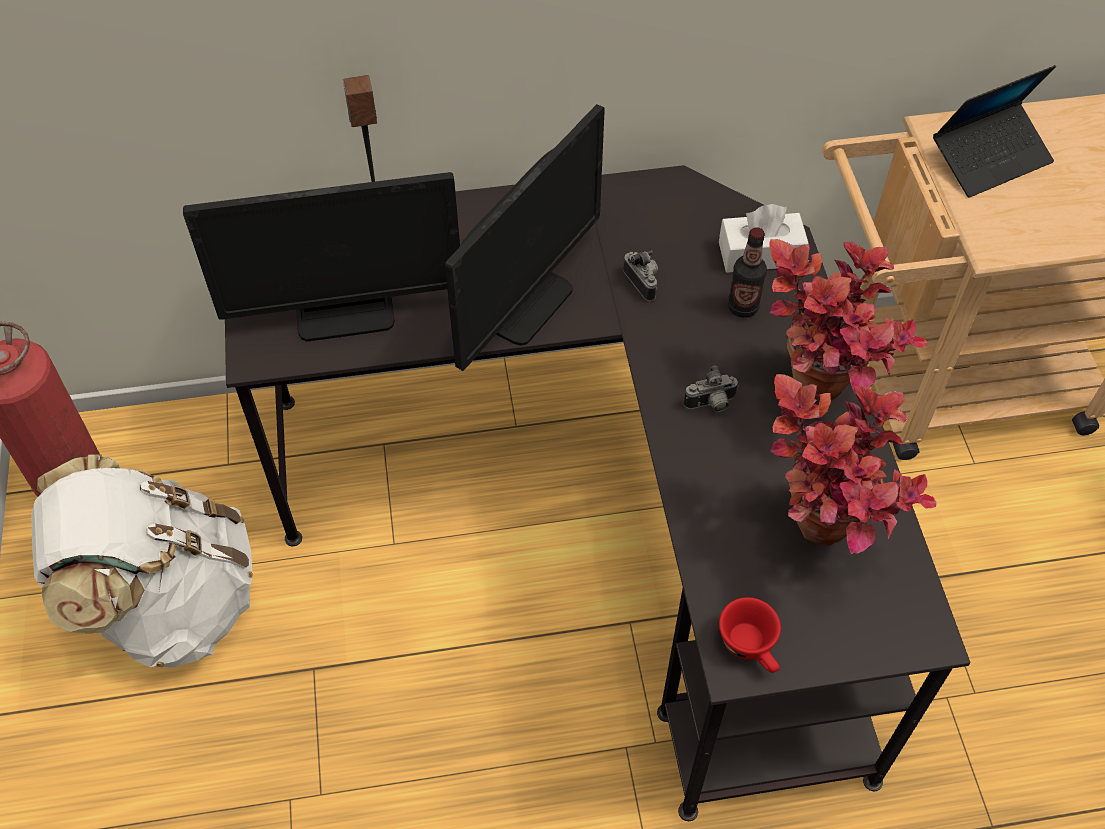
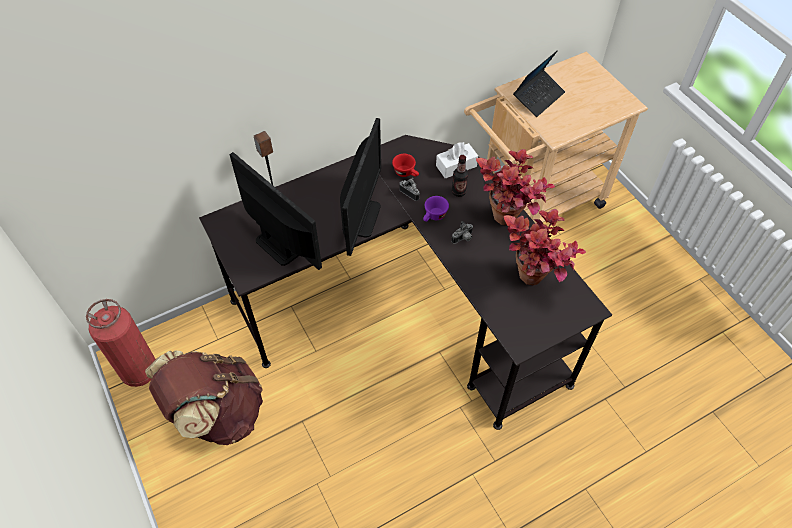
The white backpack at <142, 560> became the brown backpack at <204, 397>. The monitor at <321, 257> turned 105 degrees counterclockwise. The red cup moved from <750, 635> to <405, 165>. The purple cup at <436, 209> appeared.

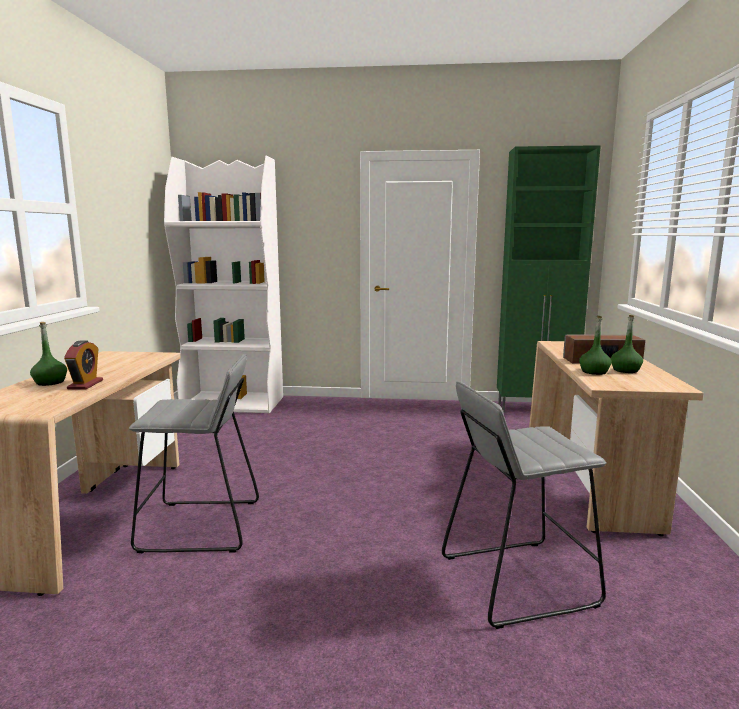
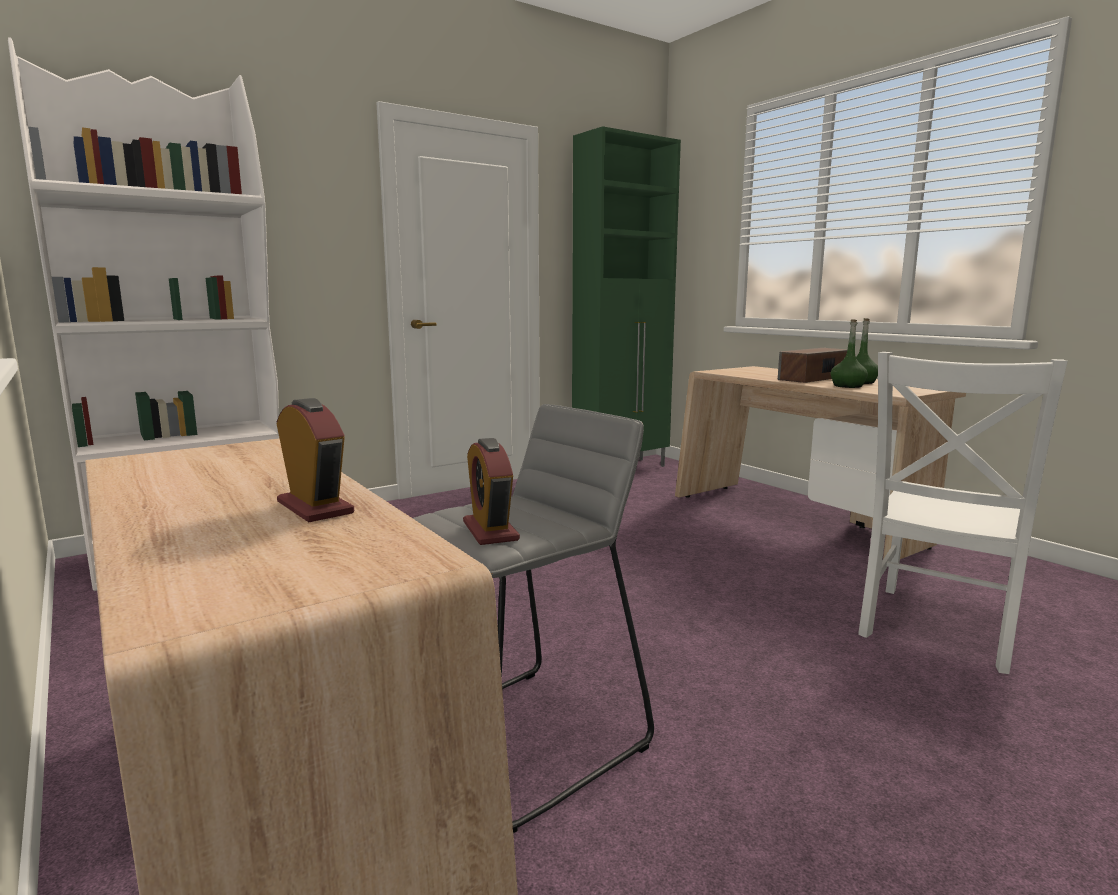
The alarm clock at <491, 491> appeared. The grey stool at <524, 505> was replaced by the white chair at <963, 513>. The green bottle at <48, 354> disappeared.

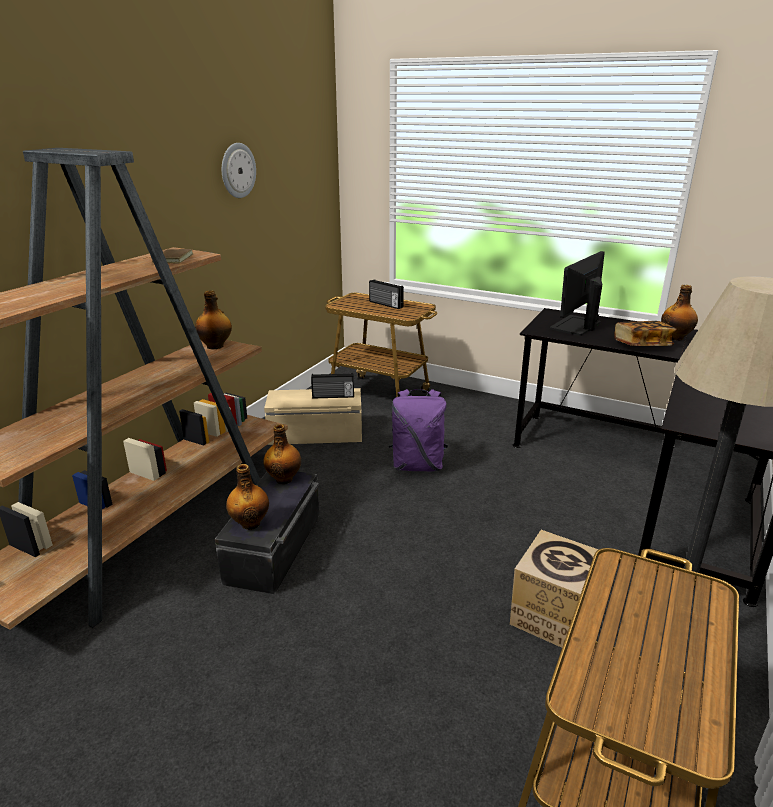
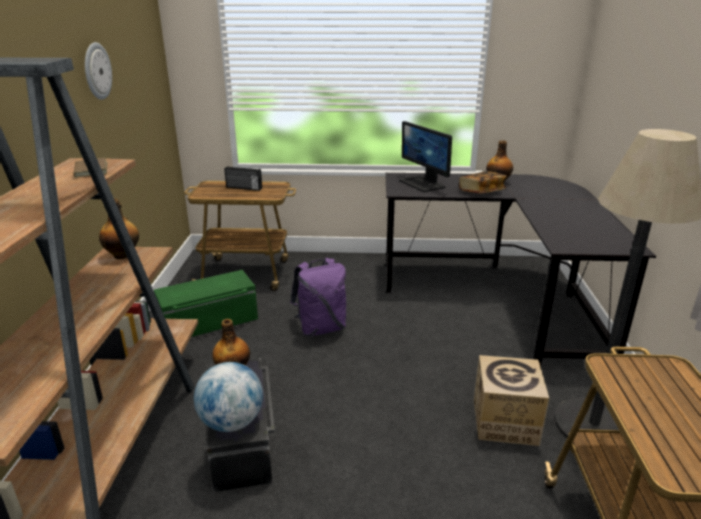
The beige storage box at <313, 416> became the green storage box at <206, 303>. The bottle at <247, 497> was replaced by the globe at <228, 397>. The monitor at <577, 293> turned 45 degrees counterclockwise. The radio at <332, 386> disappeared.

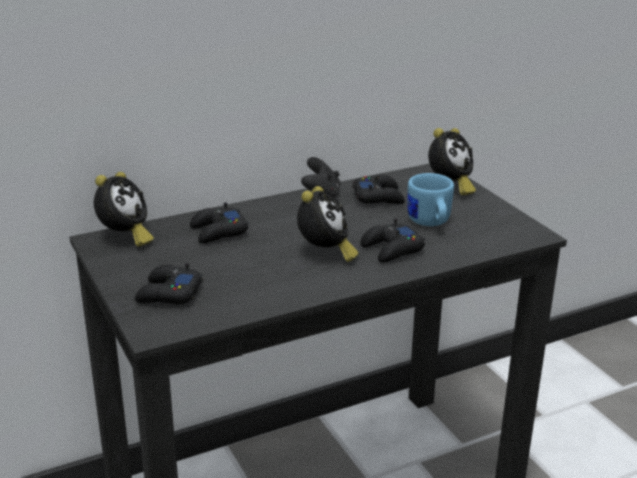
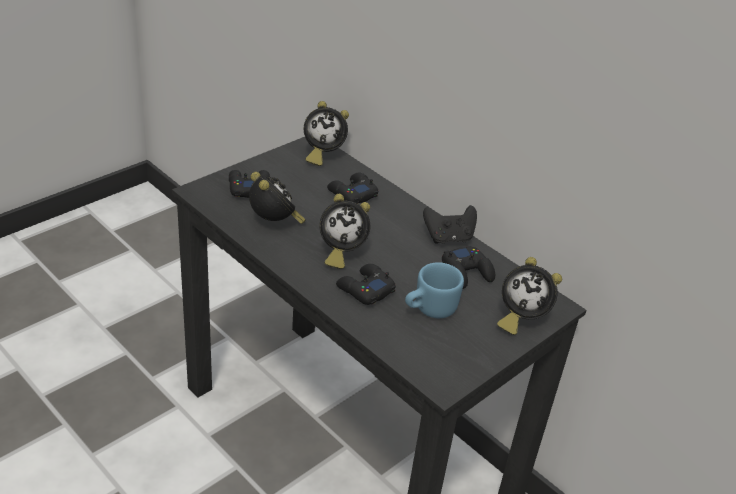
The alarm clock at <277, 198> appeared.

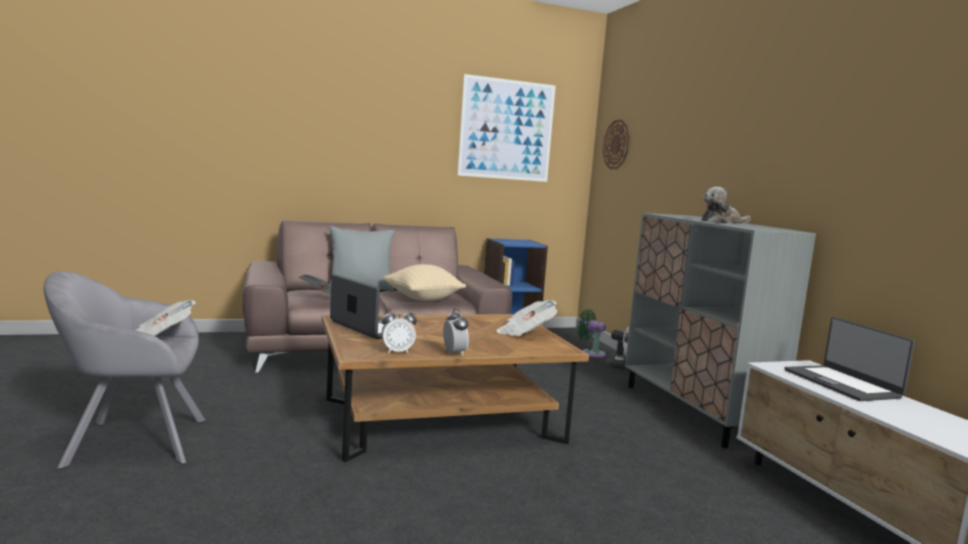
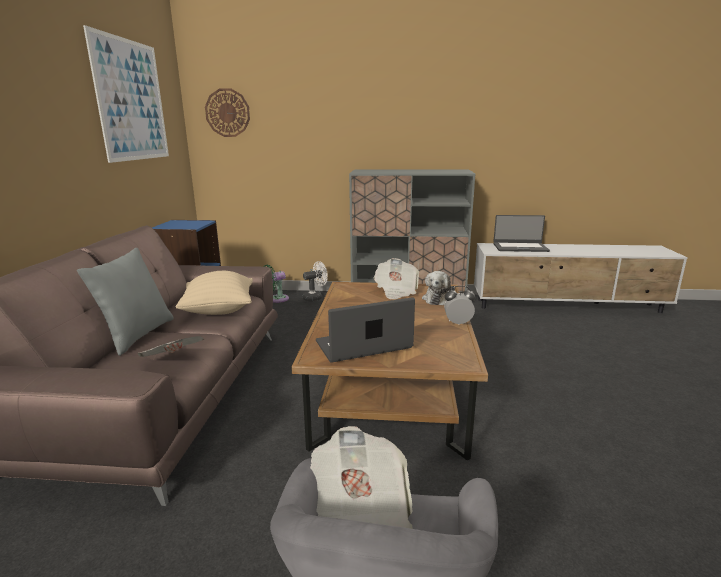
The plush toy moved from <726, 205> to <438, 288>. The alarm clock at <399, 330> disappeared.

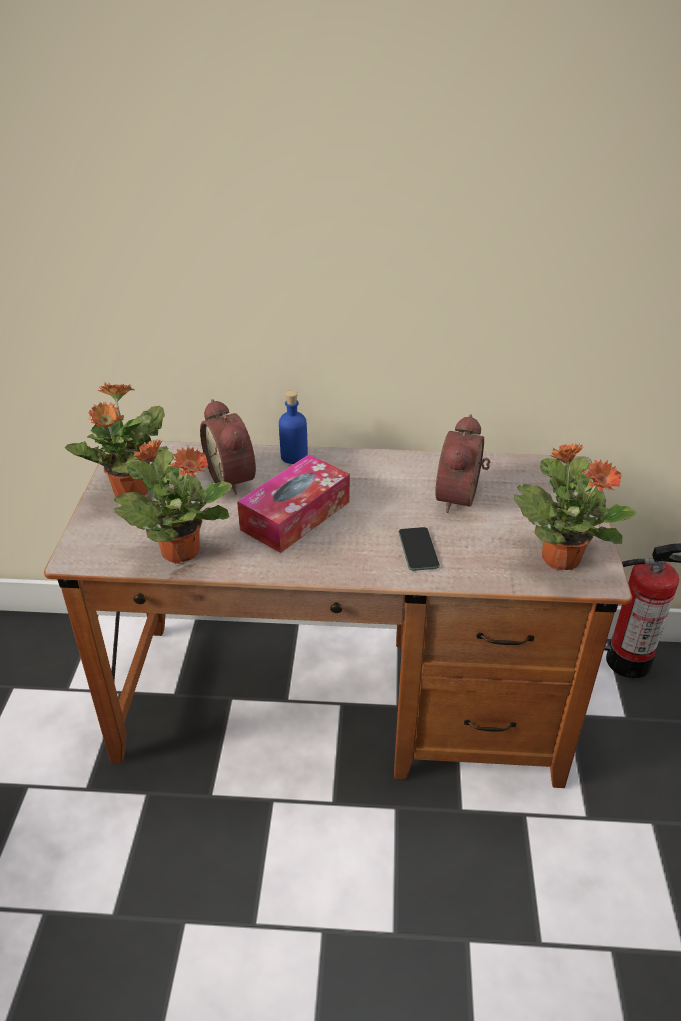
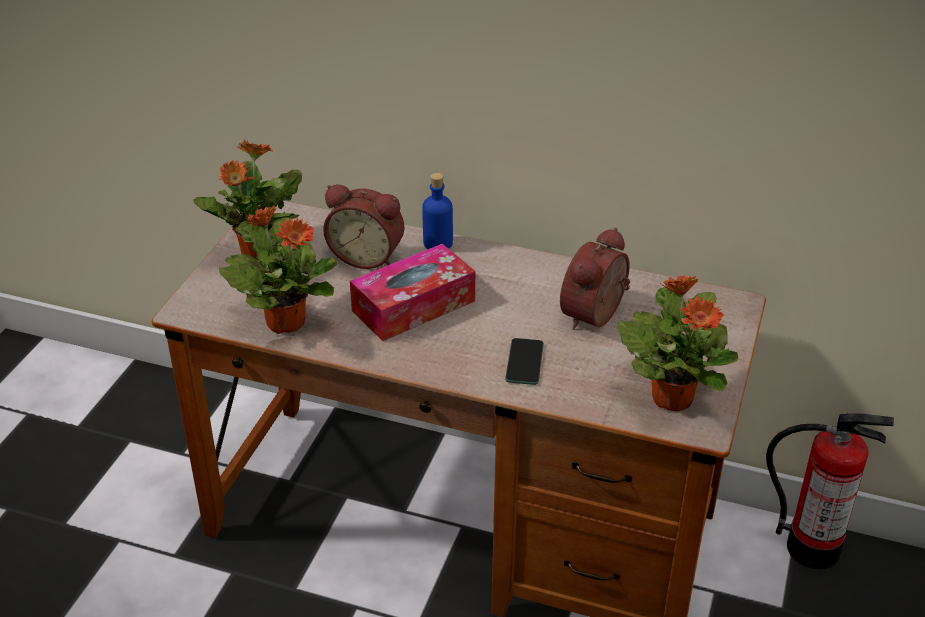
The alarm clock at <228, 447> turned 60 degrees counterclockwise.

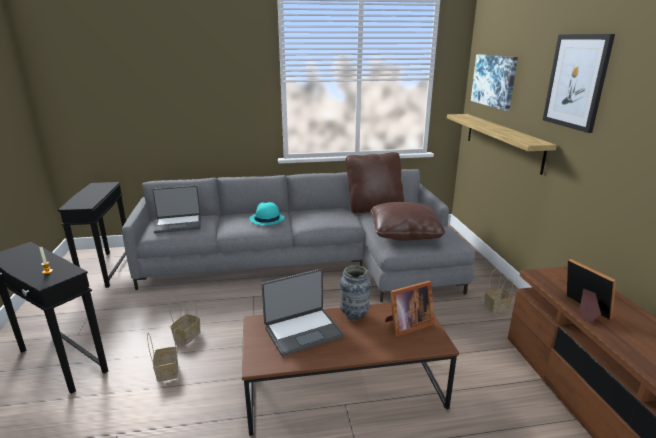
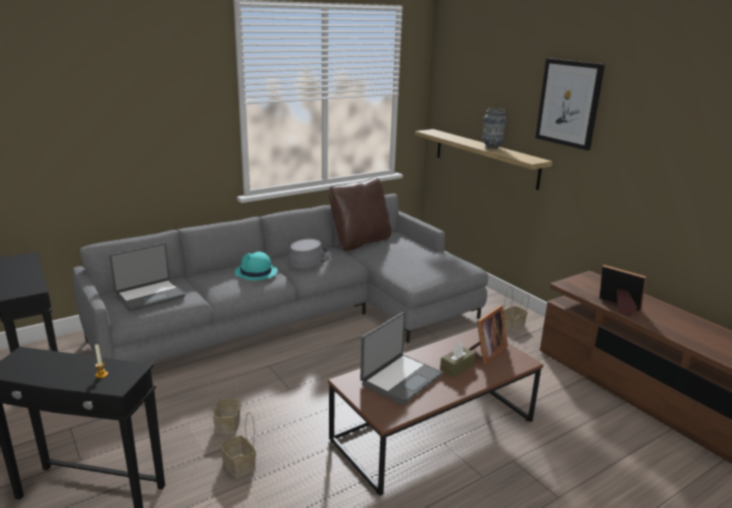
The grey hat at <309, 254> appeared. The brown tissue box at <457, 359> appeared. The vase moved from <355, 293> to <494, 128>. The brown pillow at <408, 221> disappeared. The picture at <494, 82> disappeared.

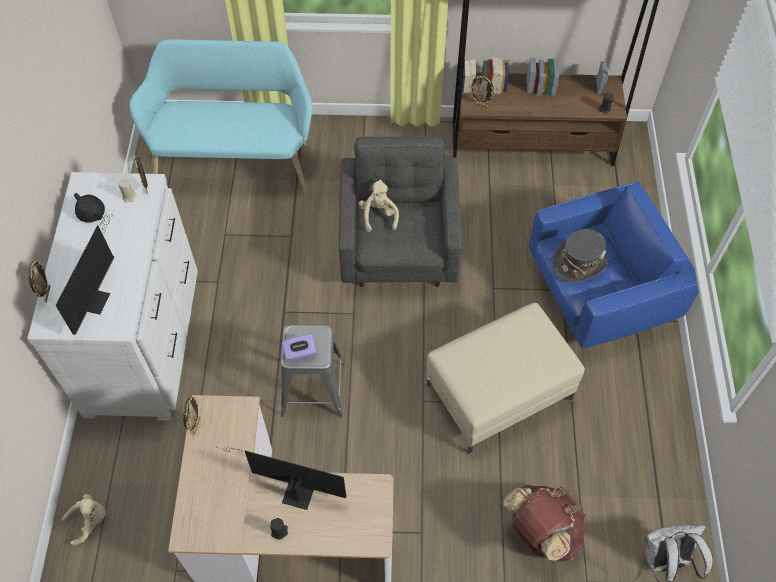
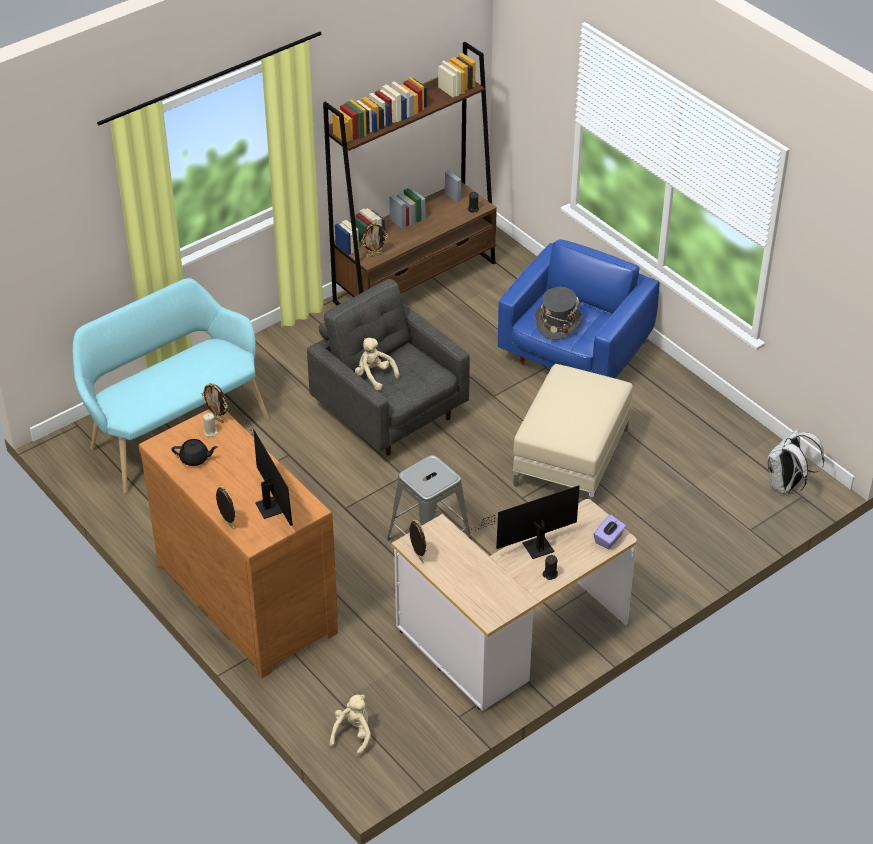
The white dresser at <112, 296> became the brown dresser at <238, 544>. The purple tissue box moved from <299, 348> to <610, 532>. The brown backpack at <544, 523> disappeared.

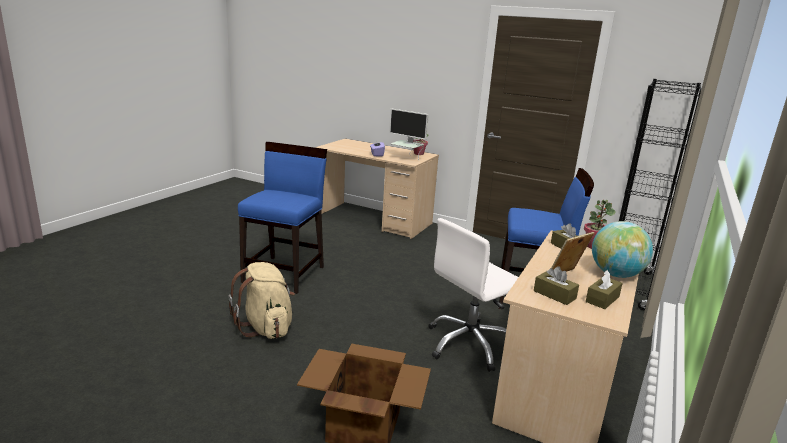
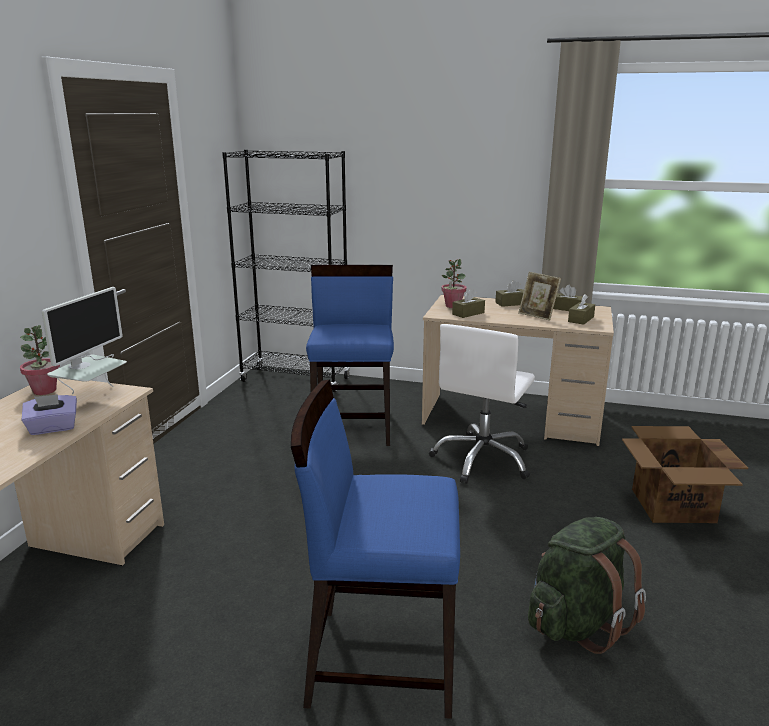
The white office chair at <473, 295> turned 75 degrees clockwise. The globe at <622, 249> was replaced by the brown tissue box at <509, 293>. The beige backpack at <261, 300> became the green backpack at <587, 585>.

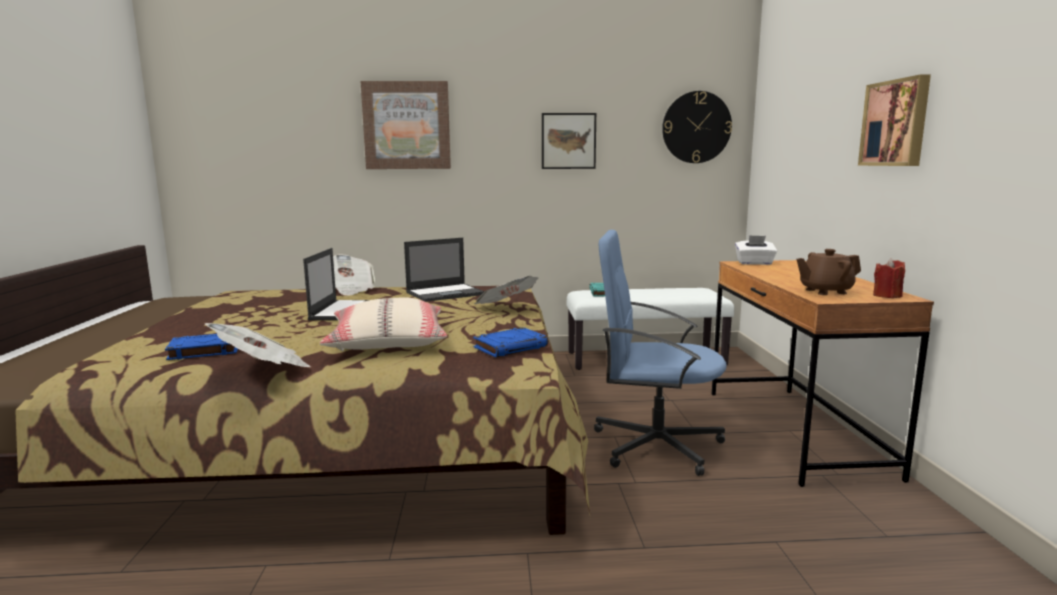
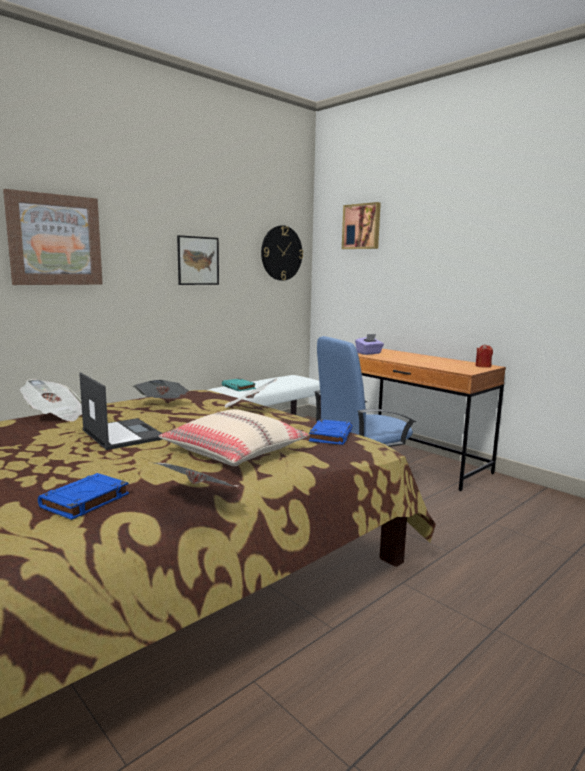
The laptop at <444, 270> was replaced by the newspaper at <161, 389>. The picture moved from <894, 120> to <361, 225>. The white tissue box at <756, 250> became the purple tissue box at <369, 344>. The brown teapot at <829, 272> disappeared.

